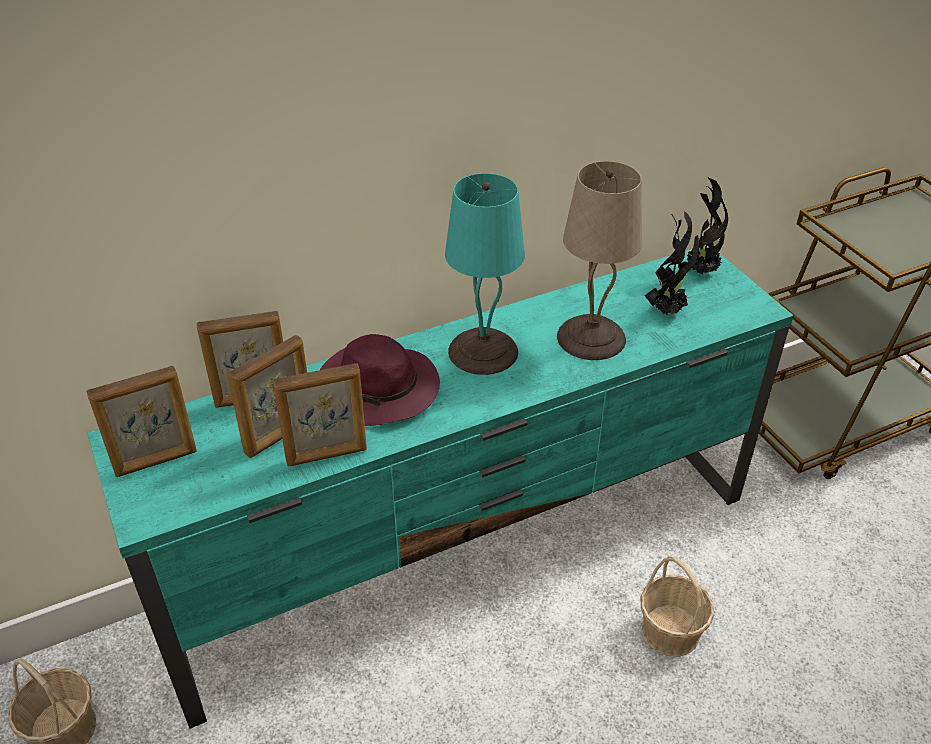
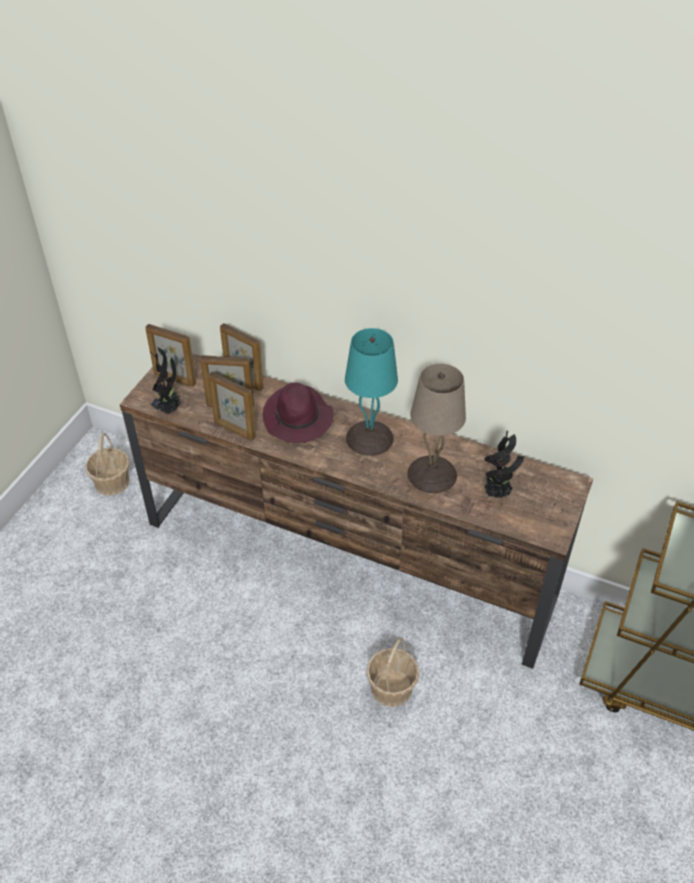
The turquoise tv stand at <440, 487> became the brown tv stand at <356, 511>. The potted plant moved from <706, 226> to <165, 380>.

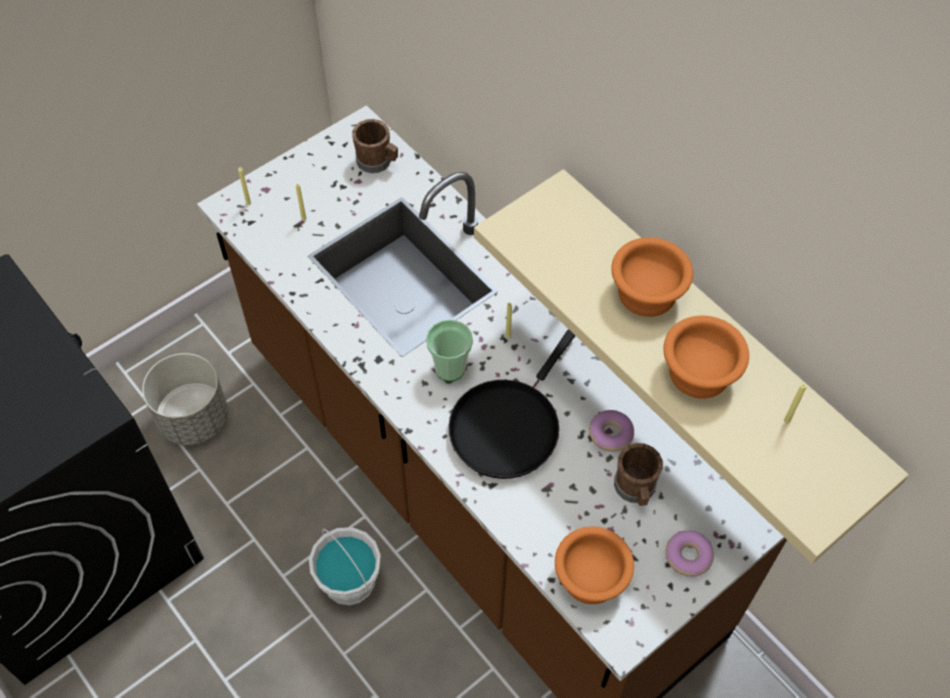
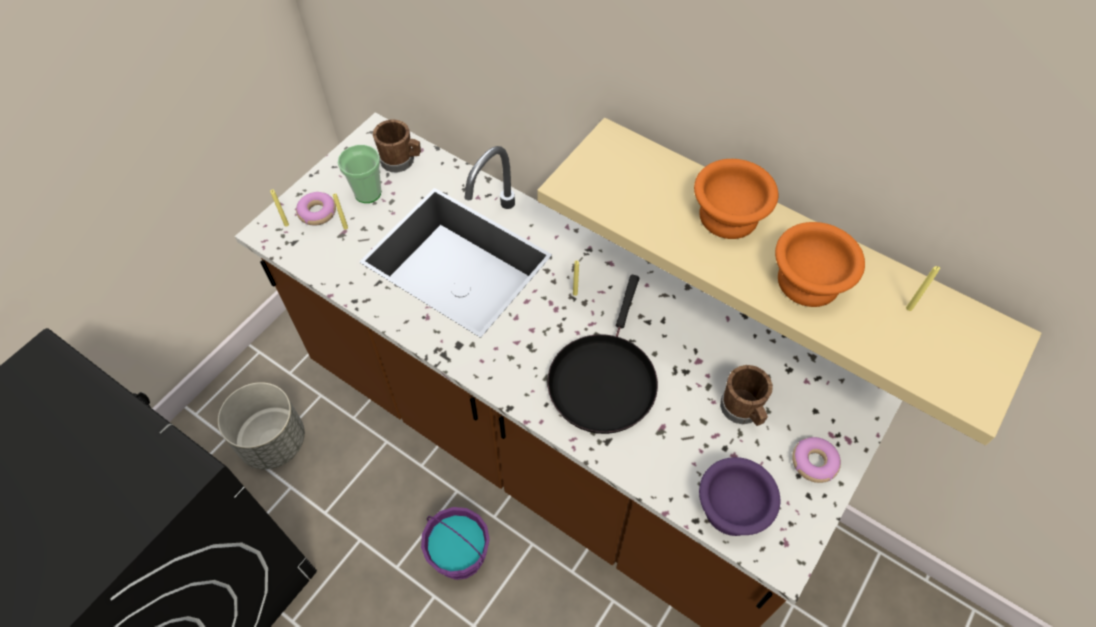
The donut moved from <611, 431> to <316, 209>. The cup moved from <449, 351> to <359, 174>. The white bucket at <344, 566> became the purple bucket at <455, 543>. The orange bowl at <594, 565> became the purple bowl at <739, 496>.

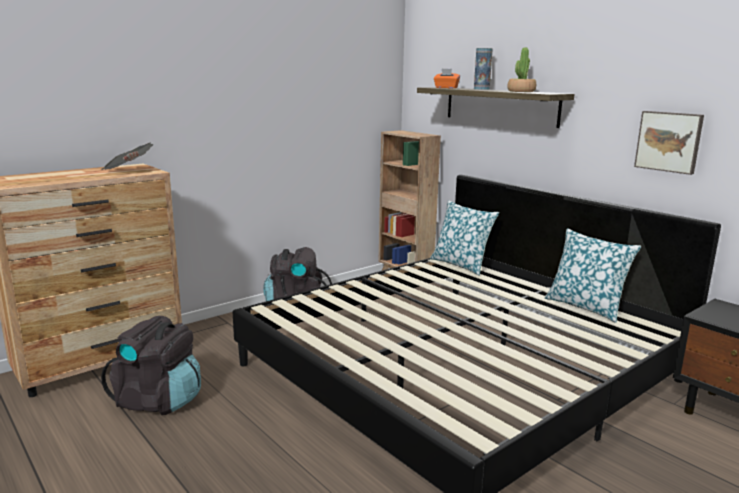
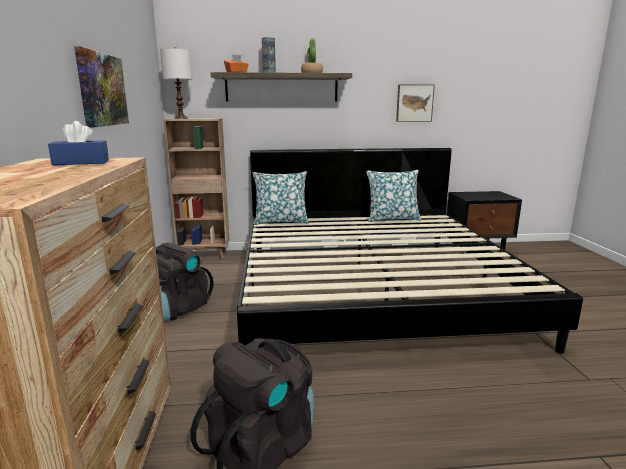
The newspaper at <127, 156> was replaced by the blue tissue box at <78, 143>. The picture at <101, 87> appeared. The white table lamp at <176, 83> appeared.

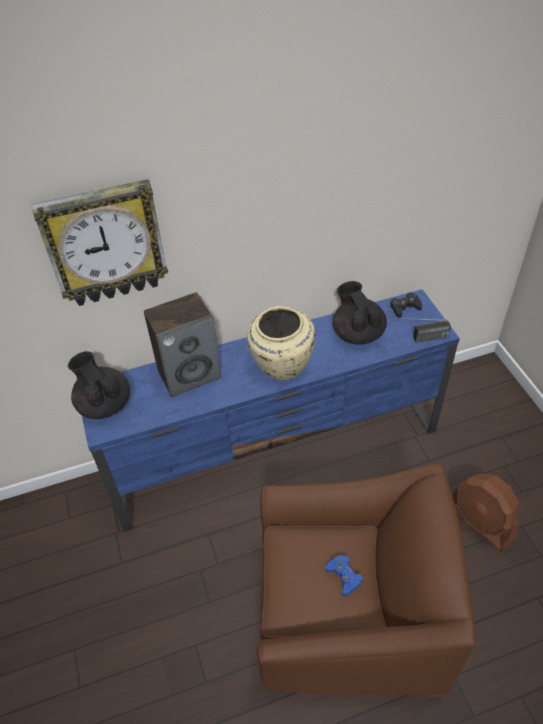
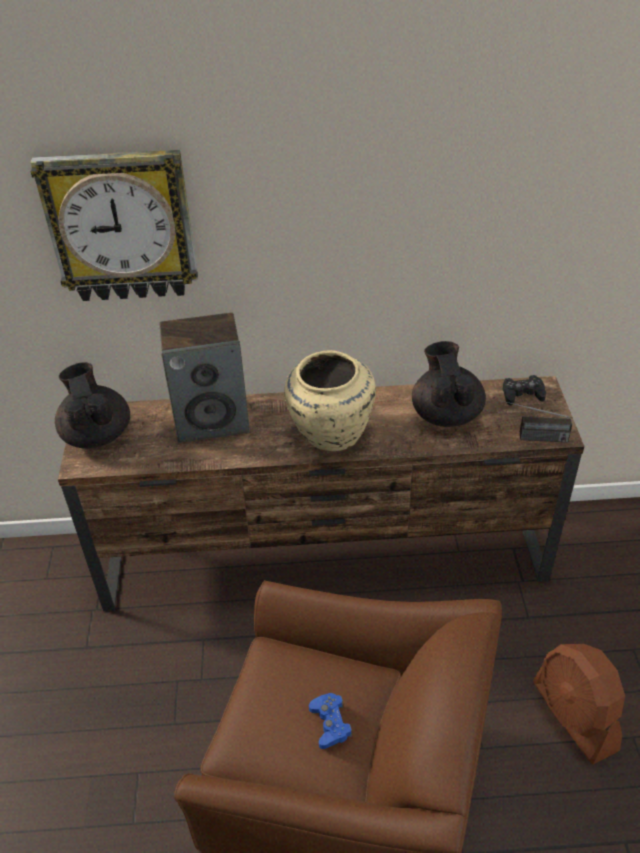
The blue tv stand at <271, 410> became the brown tv stand at <321, 493>.

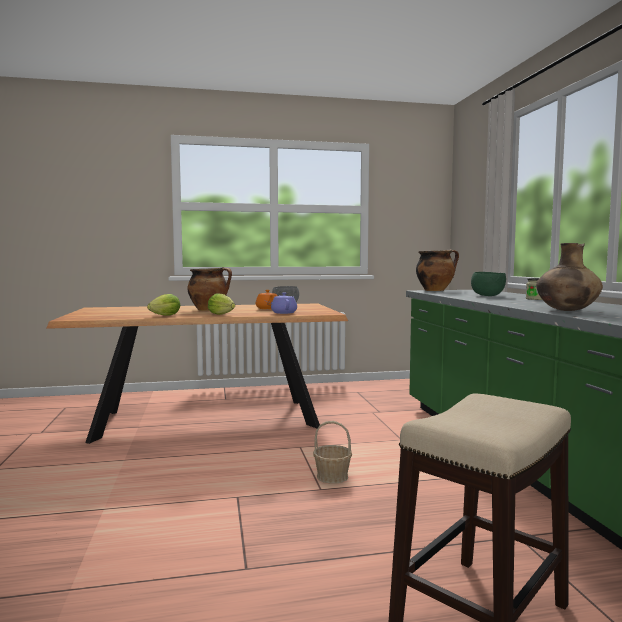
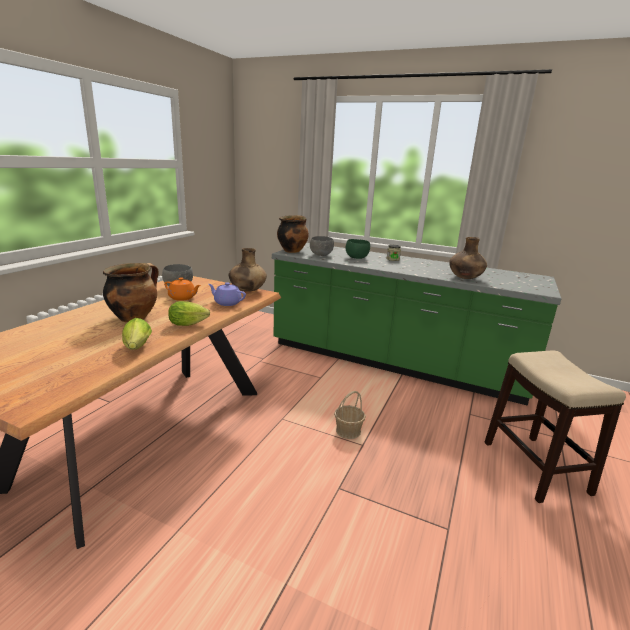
The brown vase at <248, 270> appeared. The grey bowl at <322, 246> appeared.

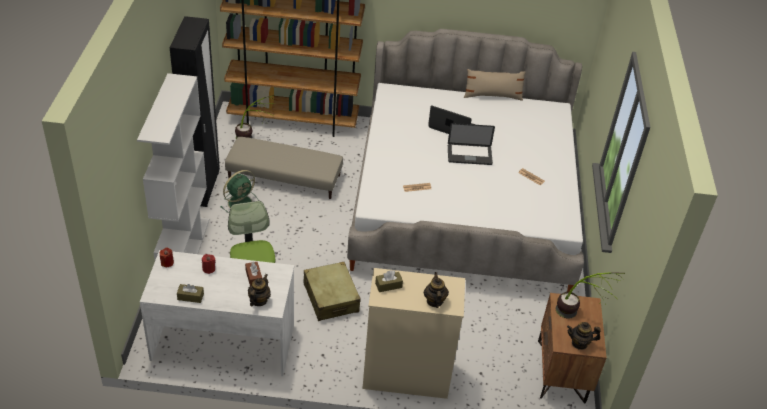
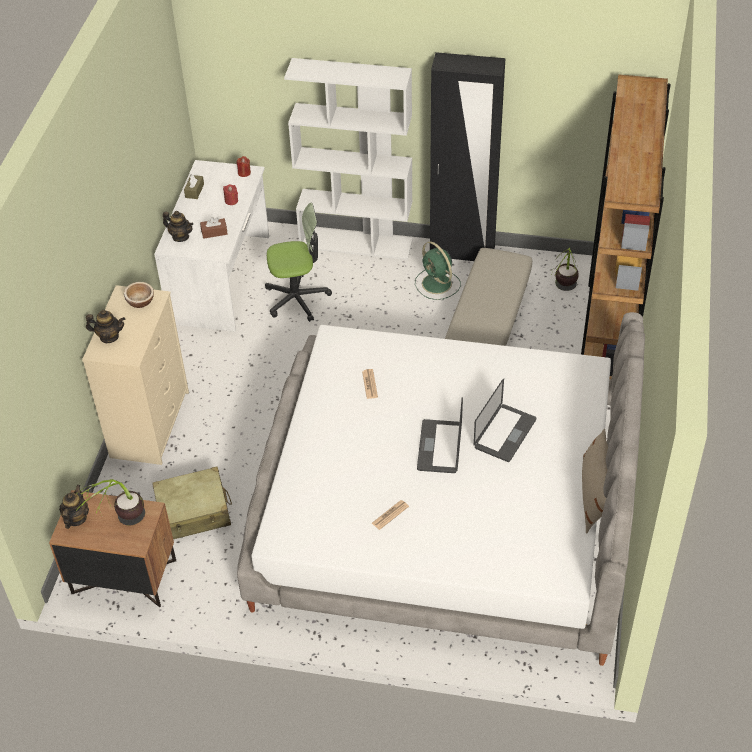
The brown tissue box at <389, 281> was replaced by the bowl at <139, 295>. The beige suitcase moved from <332, 291> to <192, 503>.

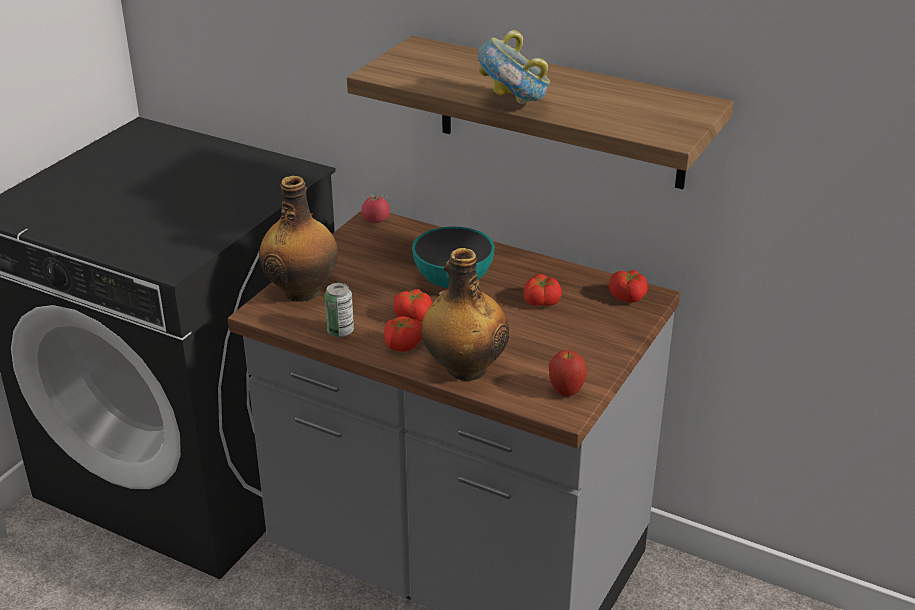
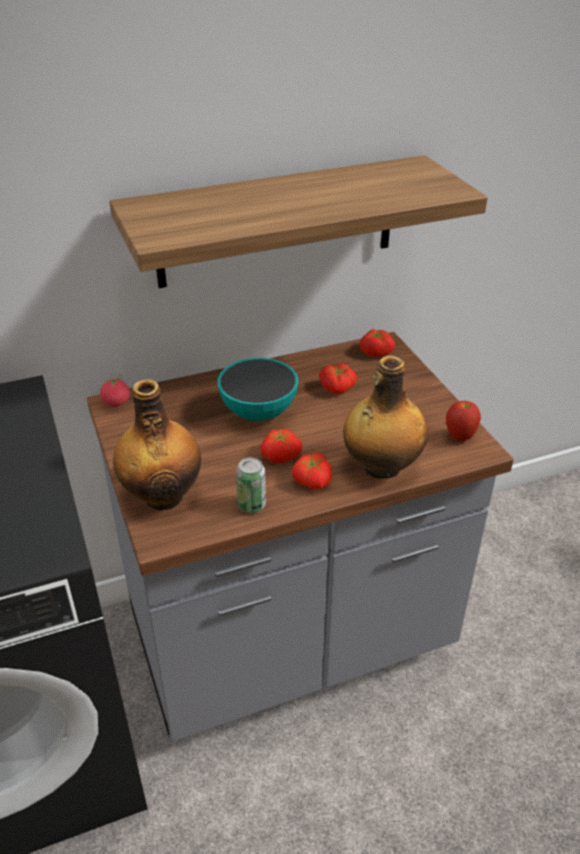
The bowl at <514, 67> disappeared.

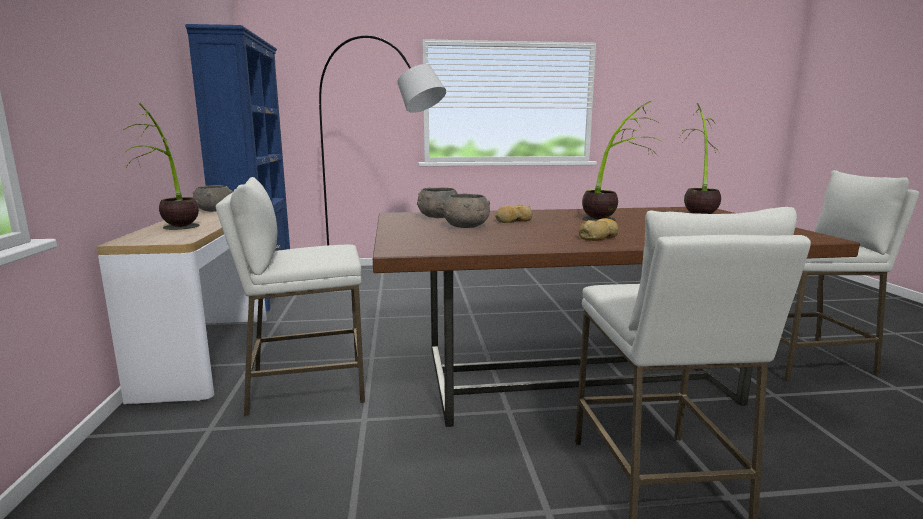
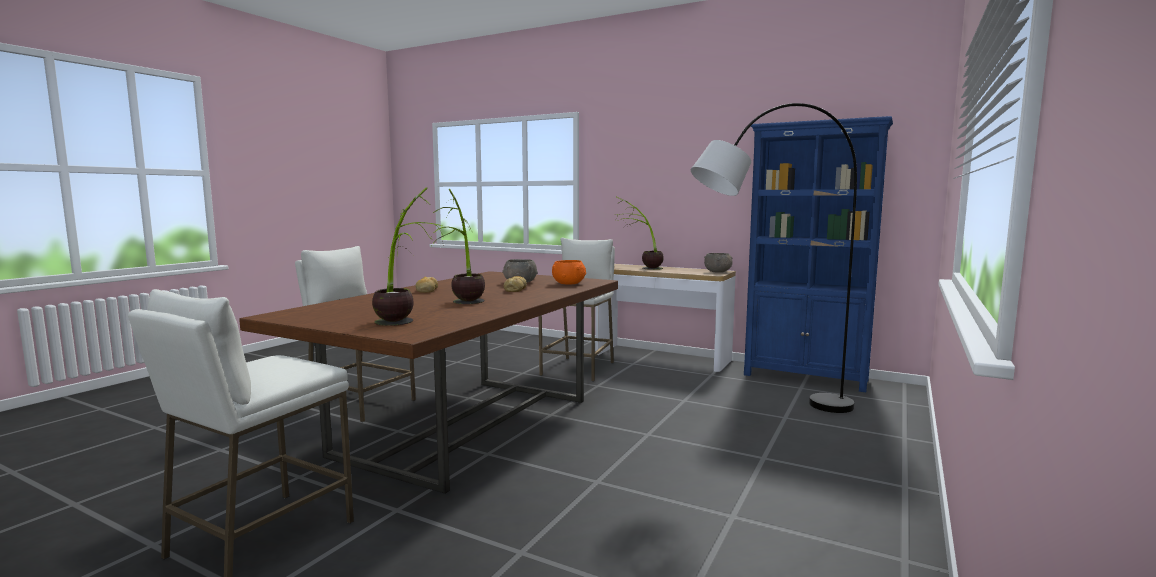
The grey bowl at <437, 203> became the orange bowl at <569, 272>.

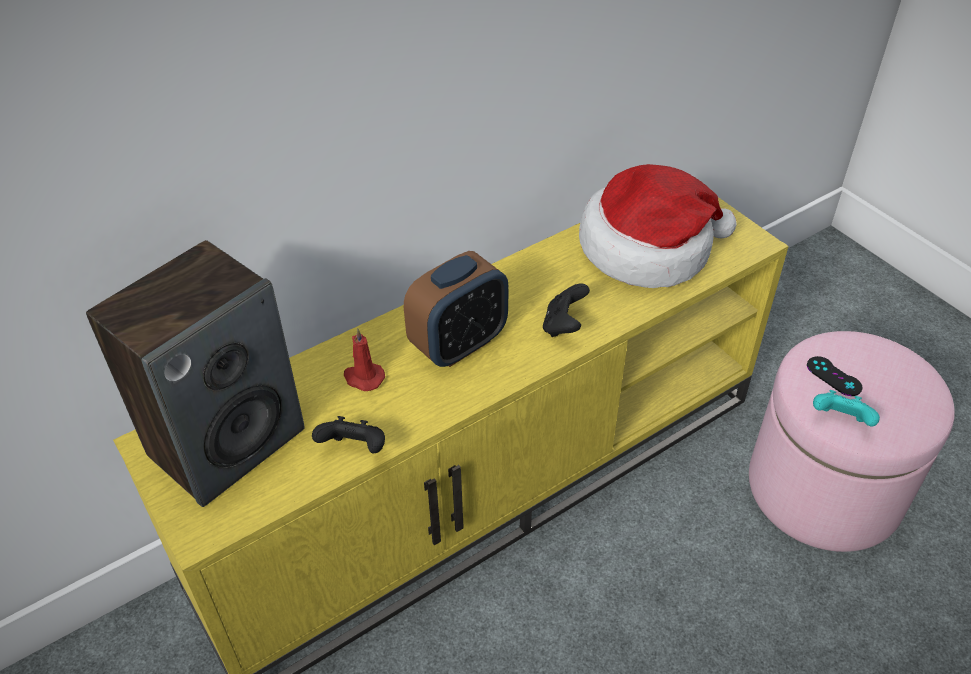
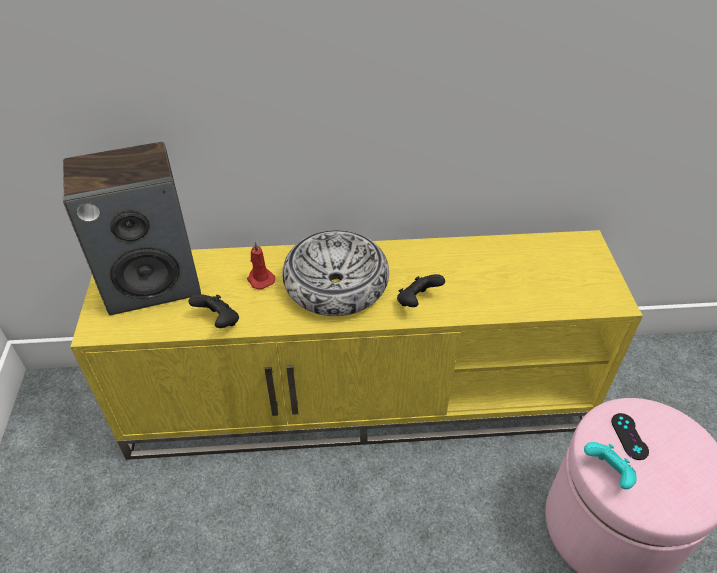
The alarm clock at <456, 309> was replaced by the bowl at <335, 273>. The hat at <658, 226> disappeared.

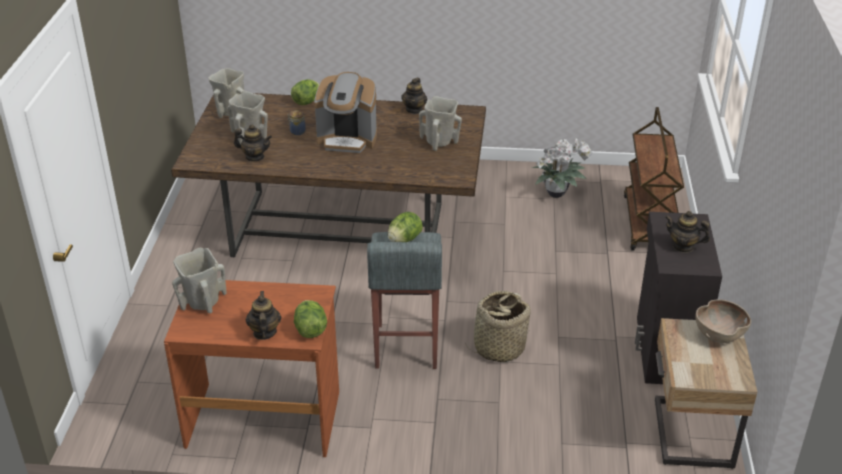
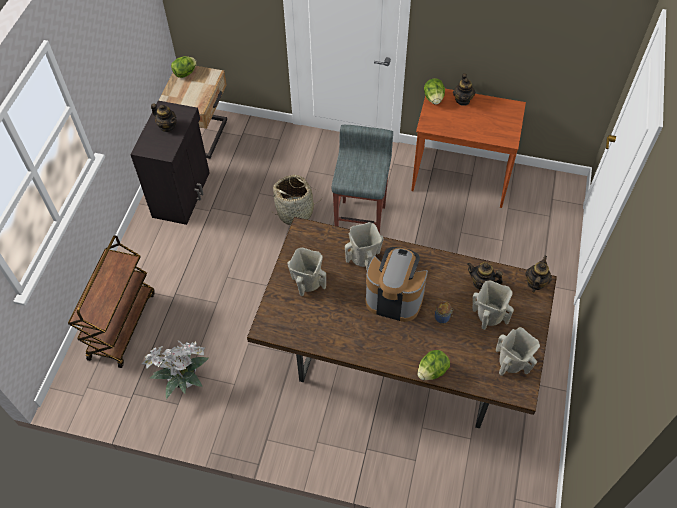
The lettuce moved from <405, 227> to <184, 67>. The beige vase moved from <199, 281> to <364, 246>. The teapot moved from <414, 96> to <539, 274>. The brown bowl at <723, 321> disappeared.

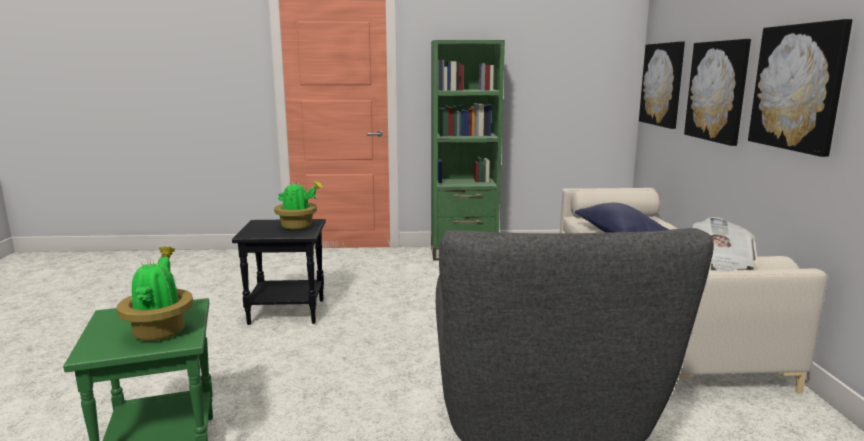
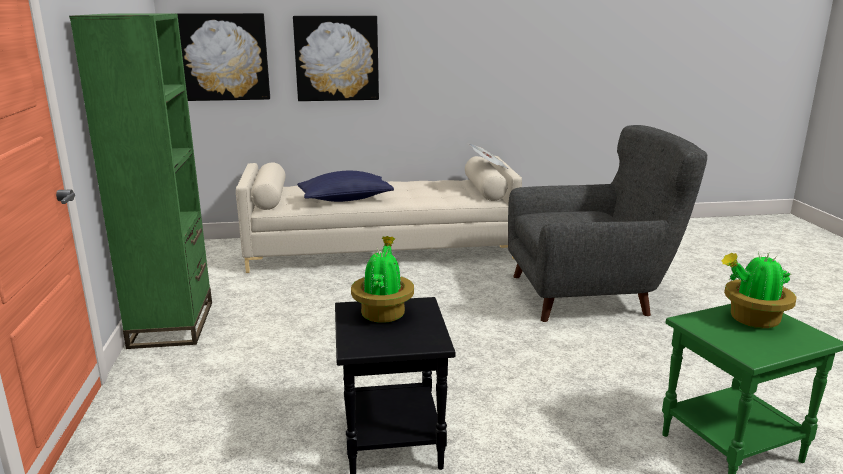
The picture at <800, 88> disappeared.

